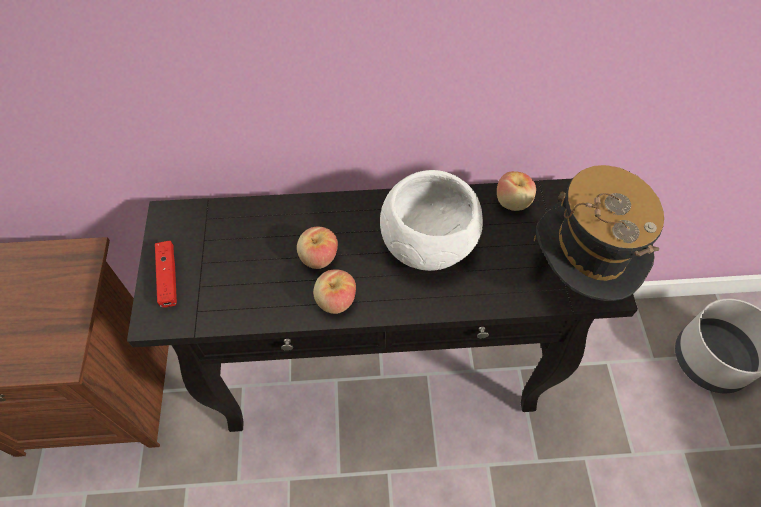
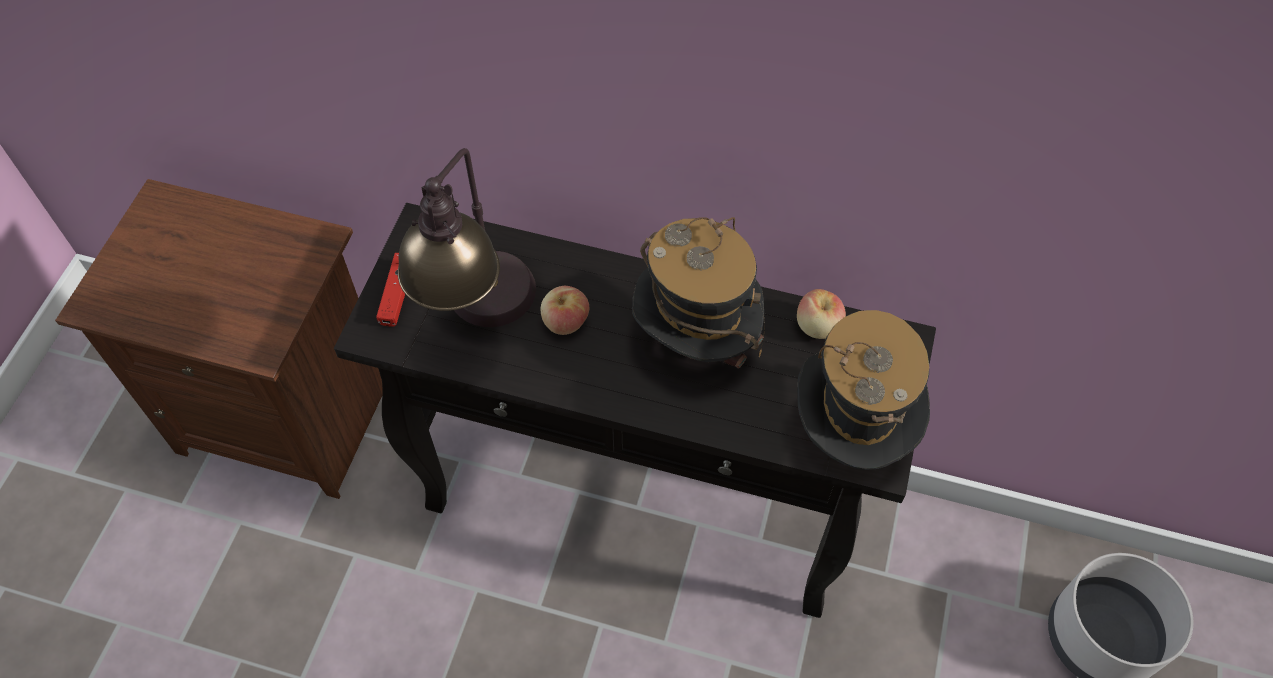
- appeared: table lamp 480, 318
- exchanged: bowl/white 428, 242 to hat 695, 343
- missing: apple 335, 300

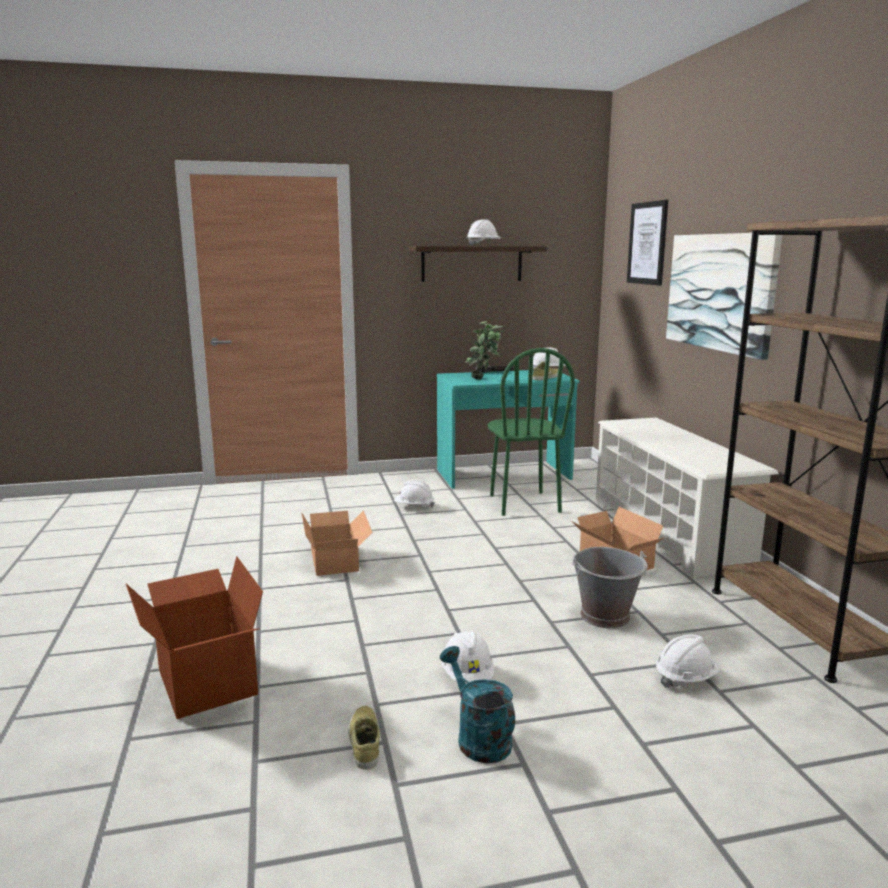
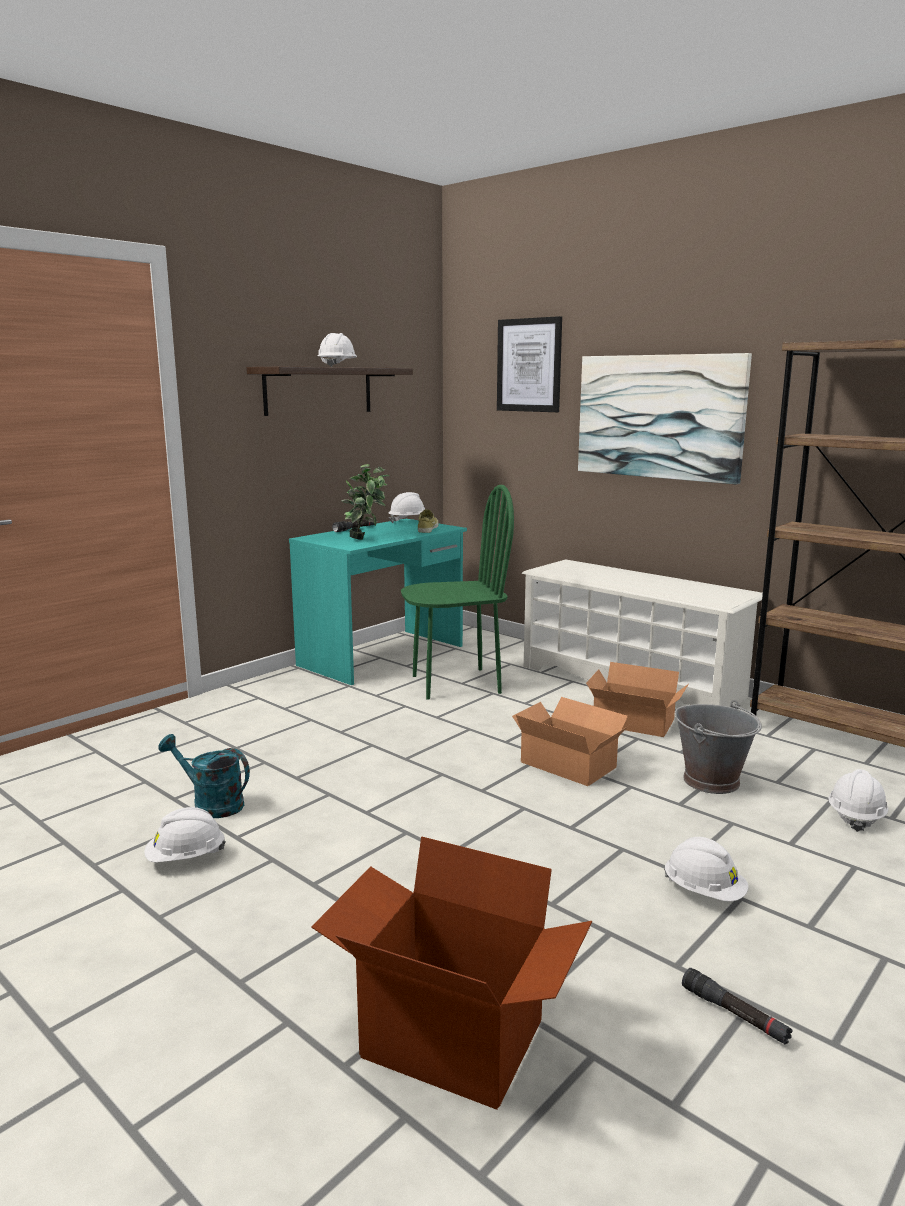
- relocated: hard hat/white 414, 507 to 186, 858
- relocated: watering can/turquoise 478, 737 to 211, 804
- spun: chair/green 523, 503 = 455, 684 60 degrees counterclockwise
- relocated: cardboard box 337, 559 to 568, 763
- exchanged: shoe/beige 363, 742 to flashlight/black 734, 1014

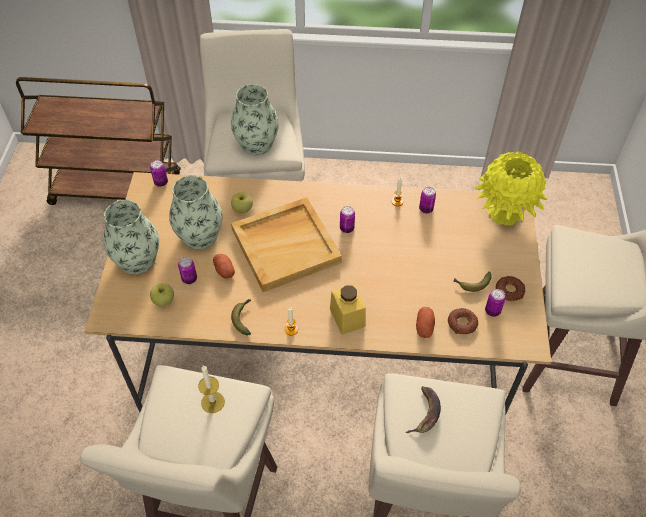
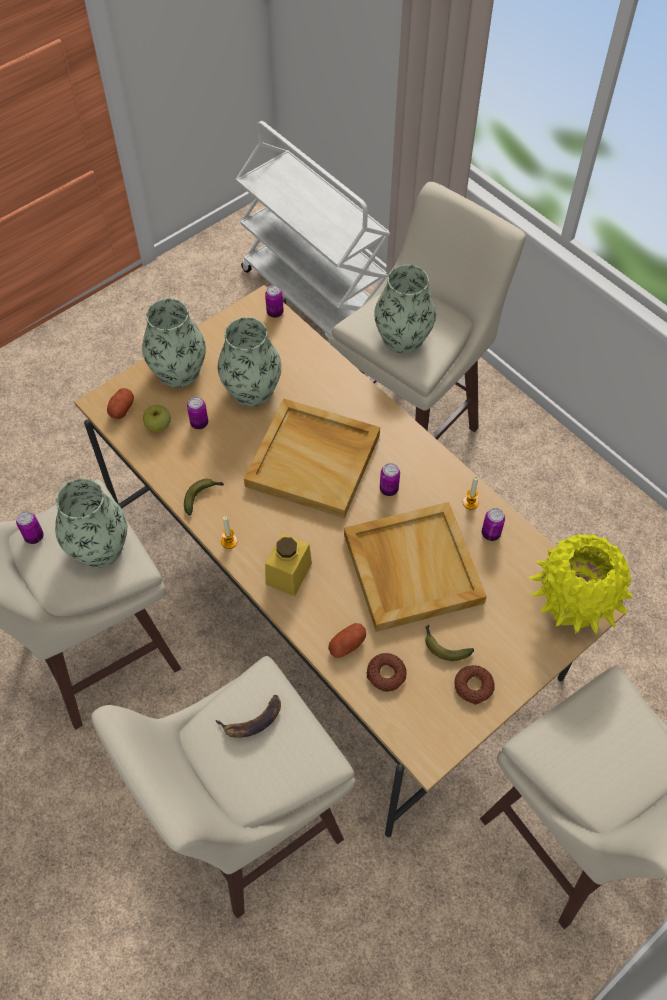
- relocated: can 492, 311 to 34, 537
- exchanged: candle 213, 402 to vase 99, 547
- relocated: potato 224, 270 to 121, 408
- colour: cart/brown 117, 189 to cart/white 314, 296
- appeared: tray/beige 411, 568
- missing: apple 242, 209

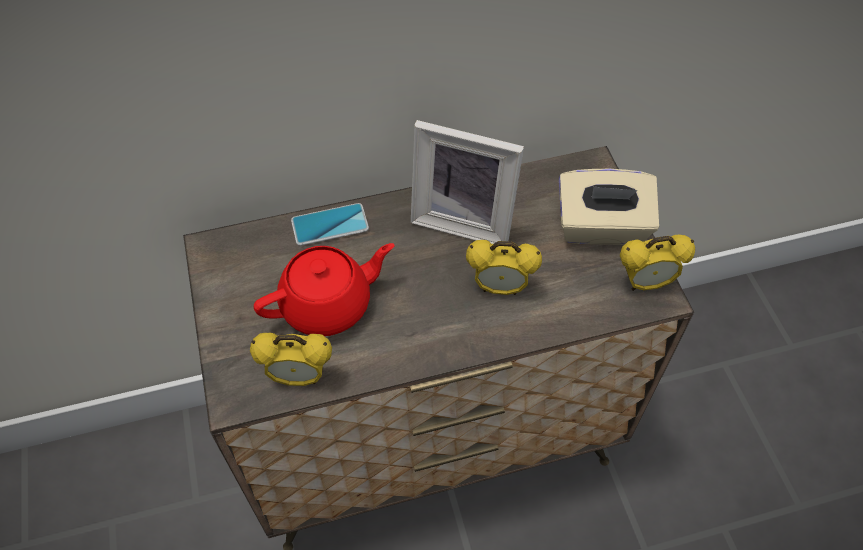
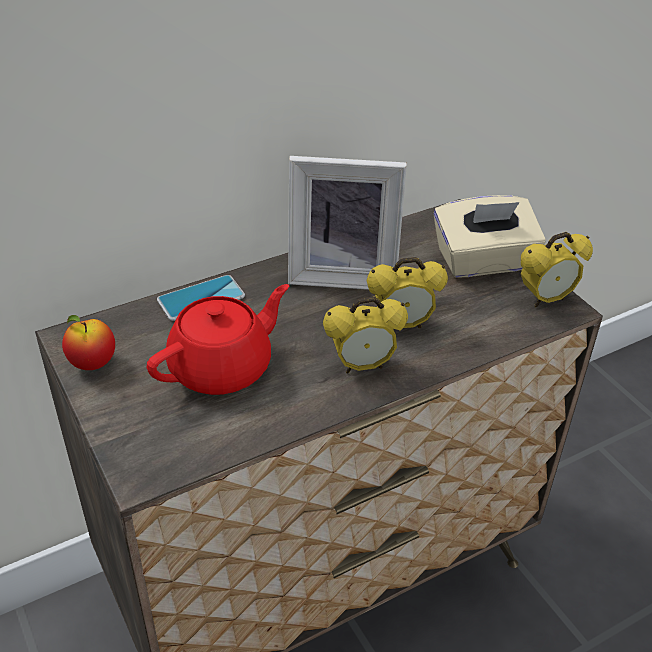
- appeared: apple 93, 363
- relocated: alarm clock 299, 377 to 362, 366

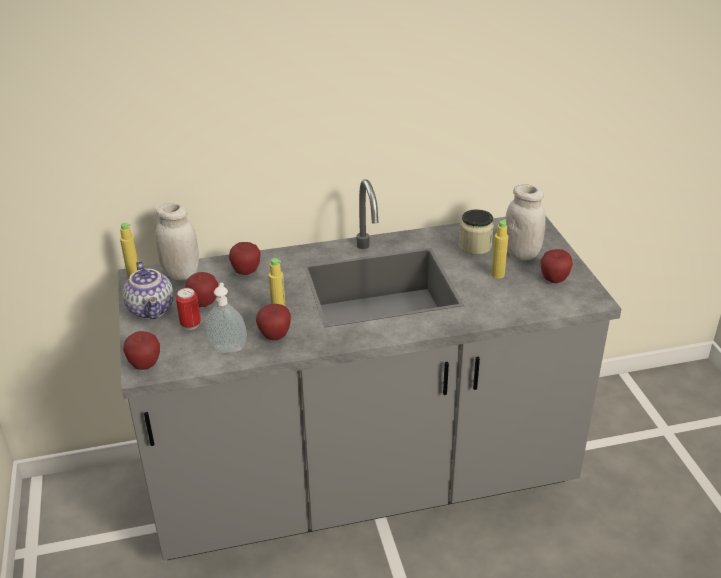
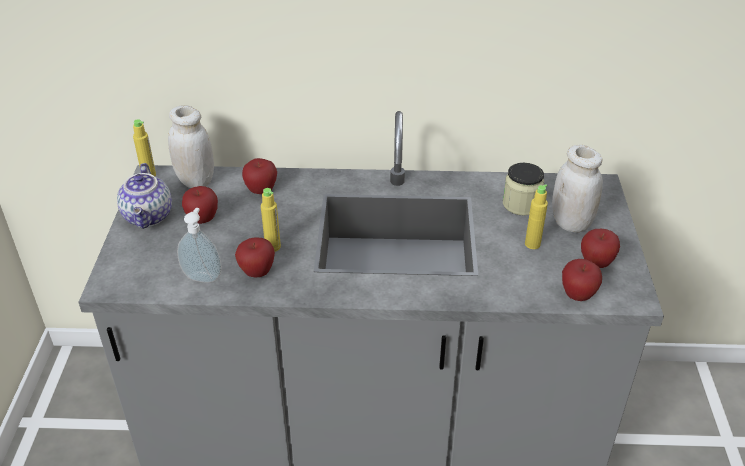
- relocated: apple 145, 365 to 577, 295
- missing: can 190, 324

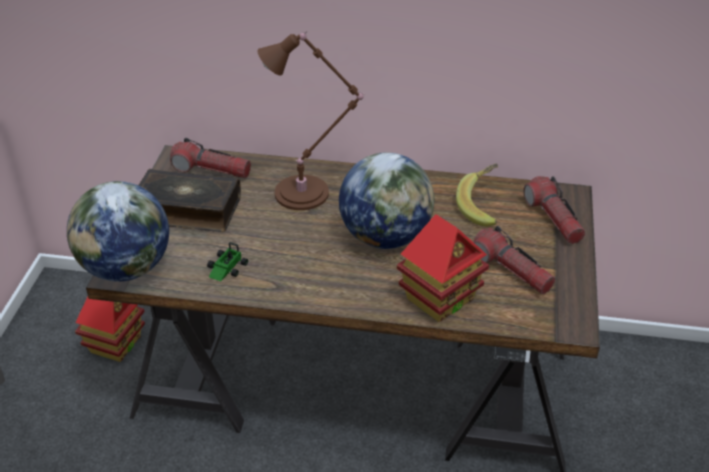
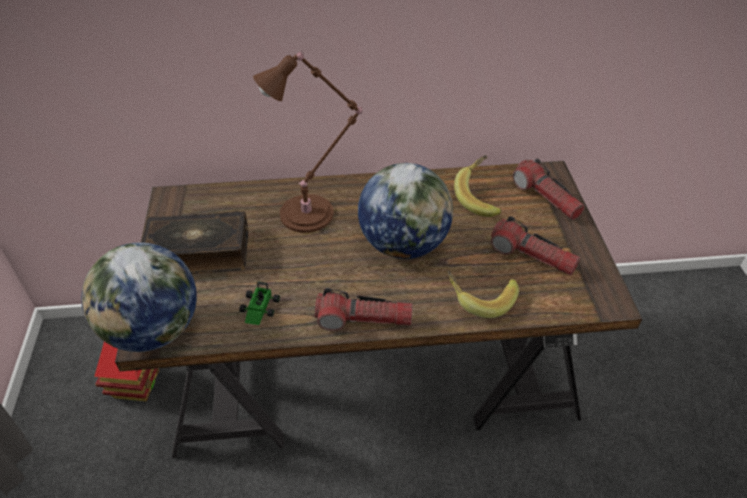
- relocated: flashlight 211, 170 to 363, 320
- exchanged: toy house 440, 298 to banana 479, 299

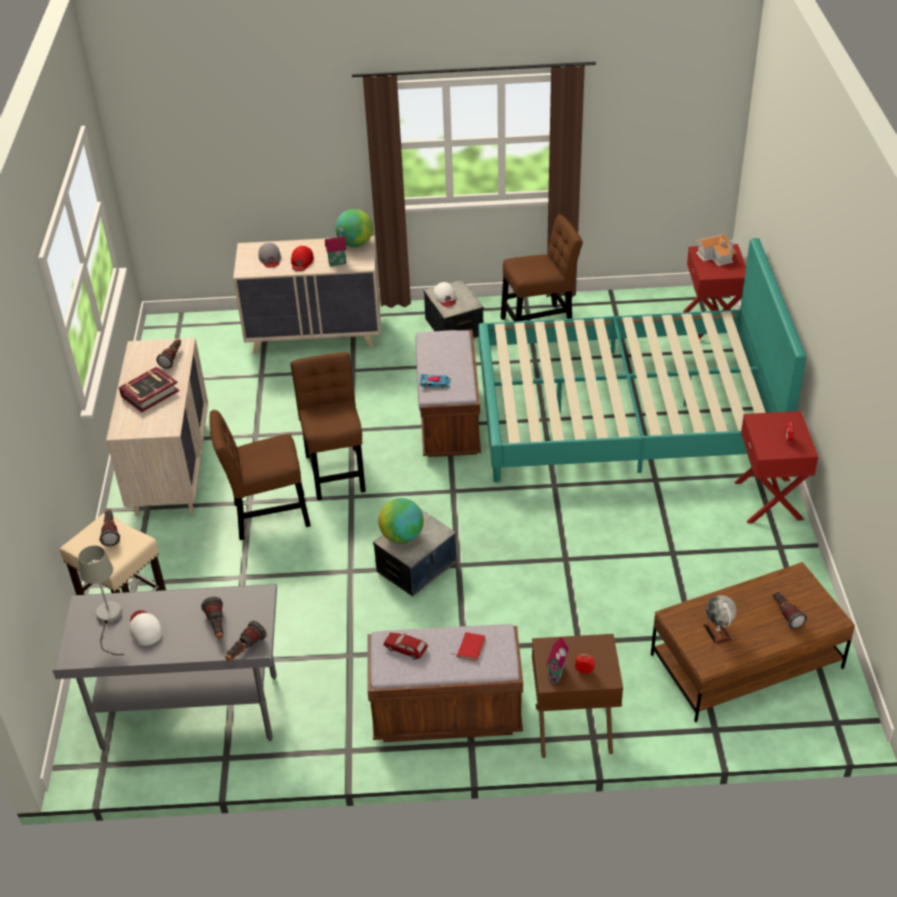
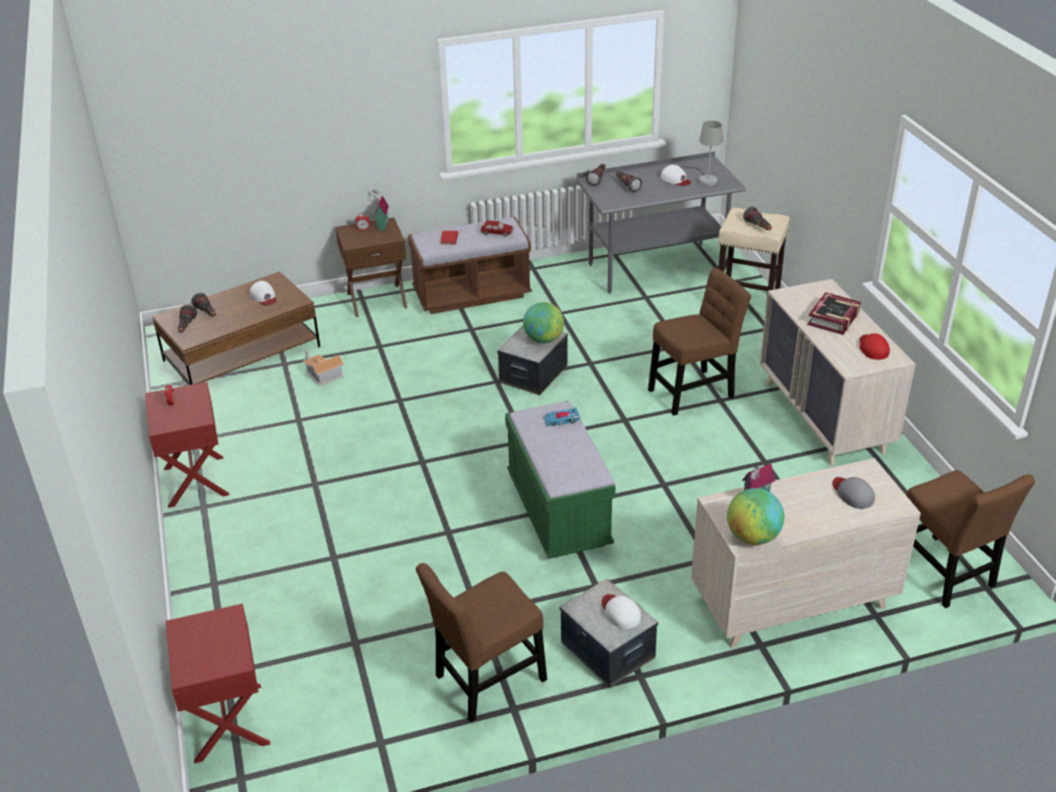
- relocated: flashlight 173, 358 to 186, 328
- exchanged: globe 717, 632 to cap/white 264, 296
- relocated: toy house 716, 256 to 323, 375
- colour: bench/brown 449, 421 to bench/green 558, 512
- relocated: cap/red 301, 261 to 873, 348
- relocated: chair/brown 335, 470 to 945, 574
- missing: bed/turquoise 625, 412

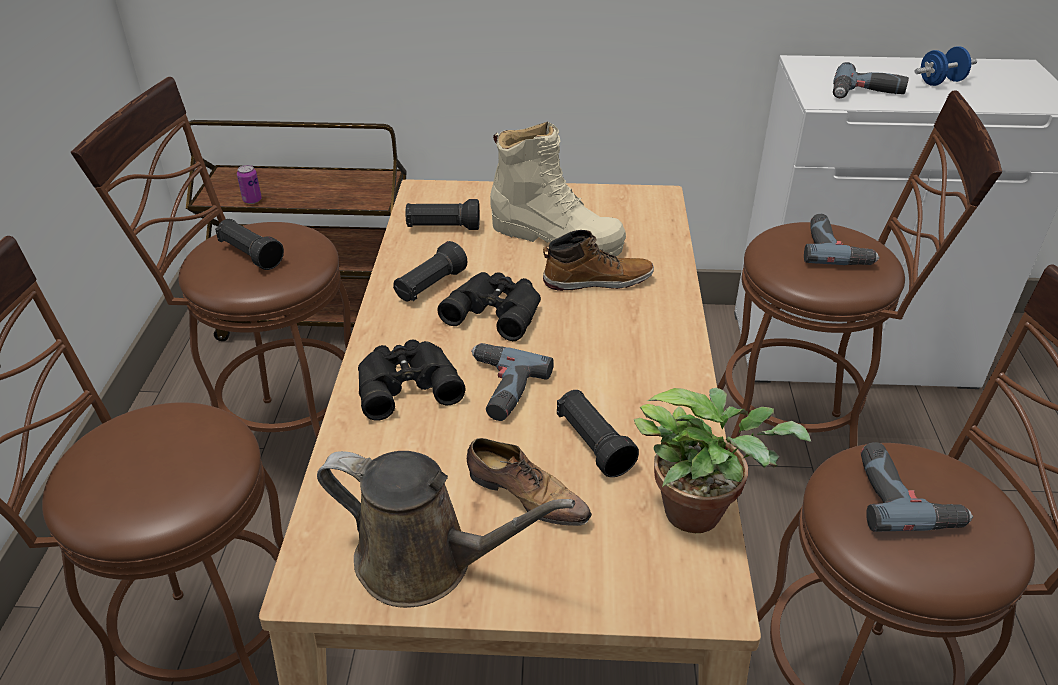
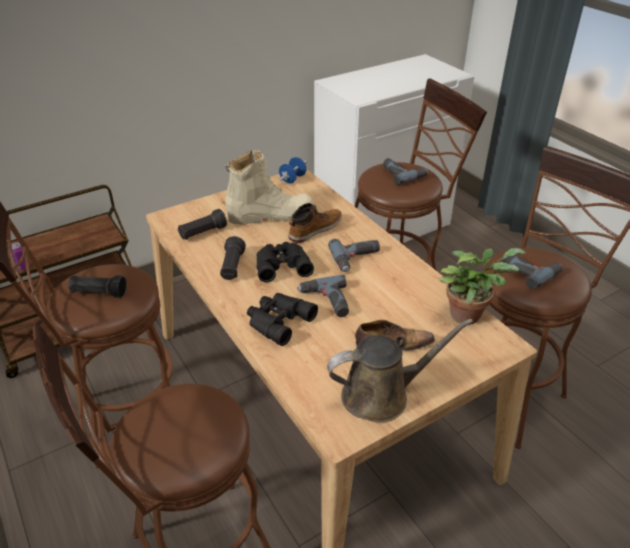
- relocated: dumbbell/blue 940, 82 to 292, 179
- relocated: power drill 867, 94 to 357, 259
- missing: flashlight/black 593, 444

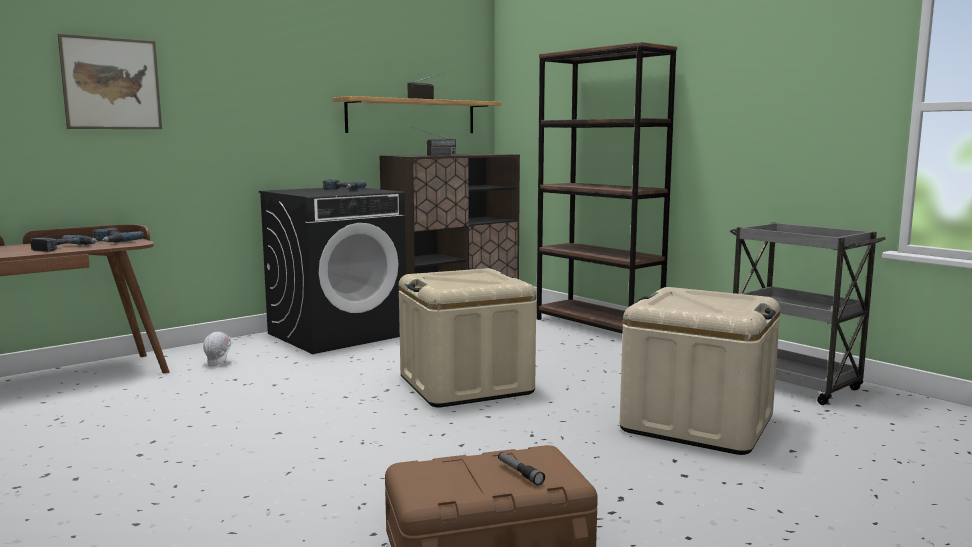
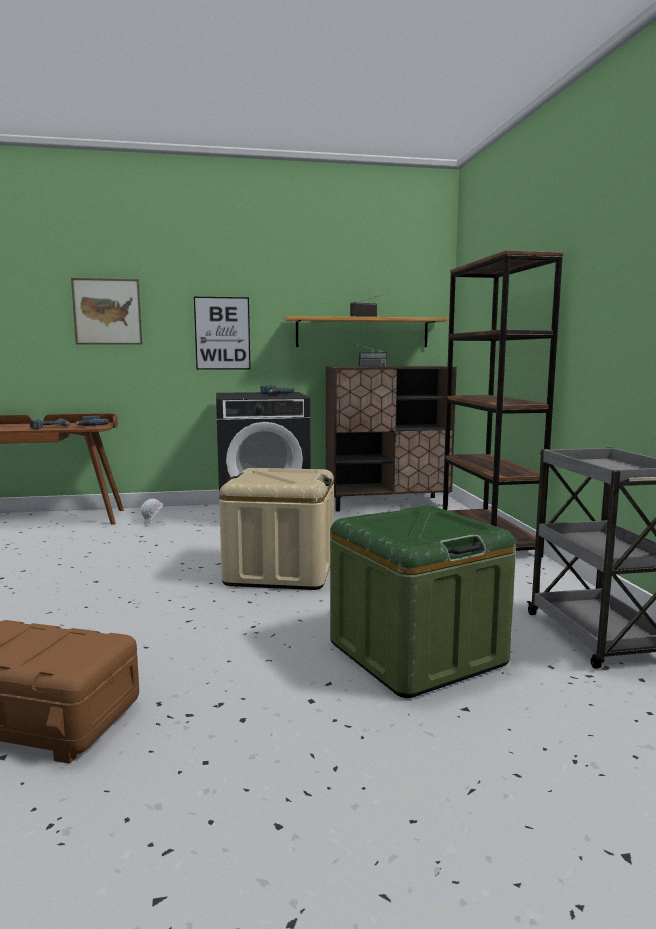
- appeared: picture 222, 333
- colour: storage box/beige 697, 423 to storage box/green 416, 653
- missing: flashlight 519, 473

